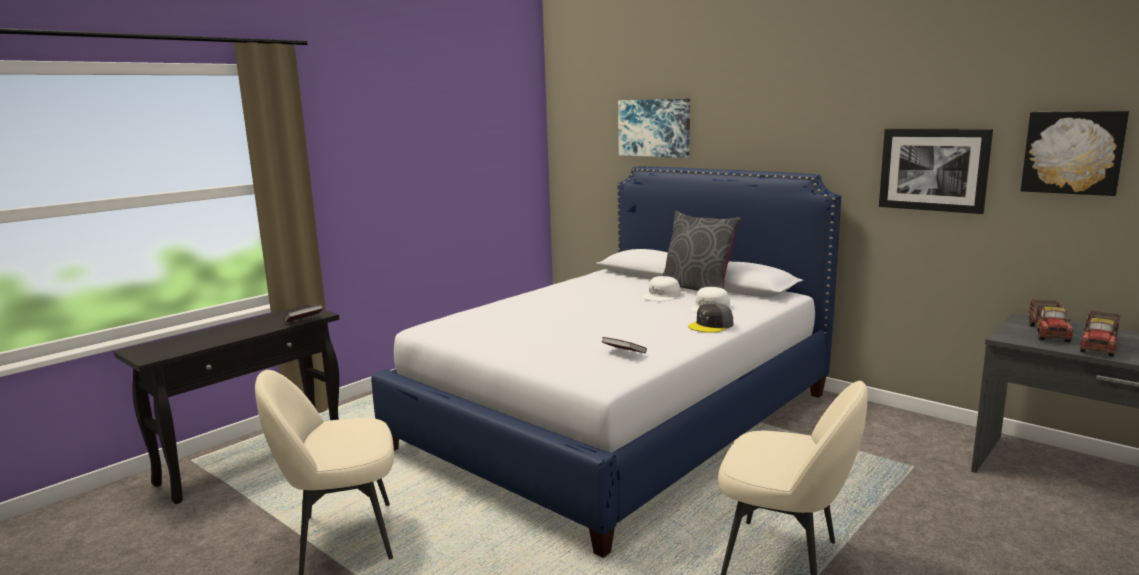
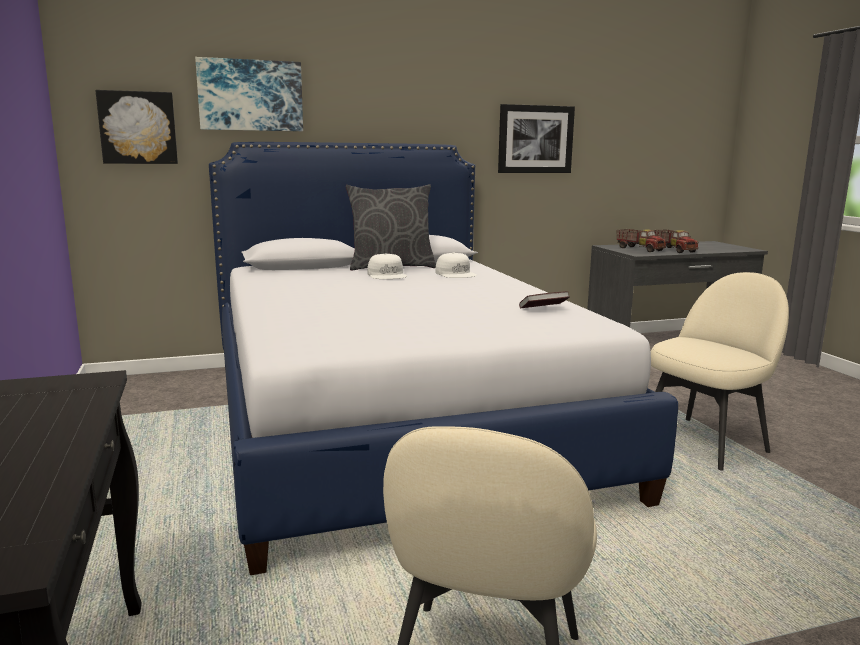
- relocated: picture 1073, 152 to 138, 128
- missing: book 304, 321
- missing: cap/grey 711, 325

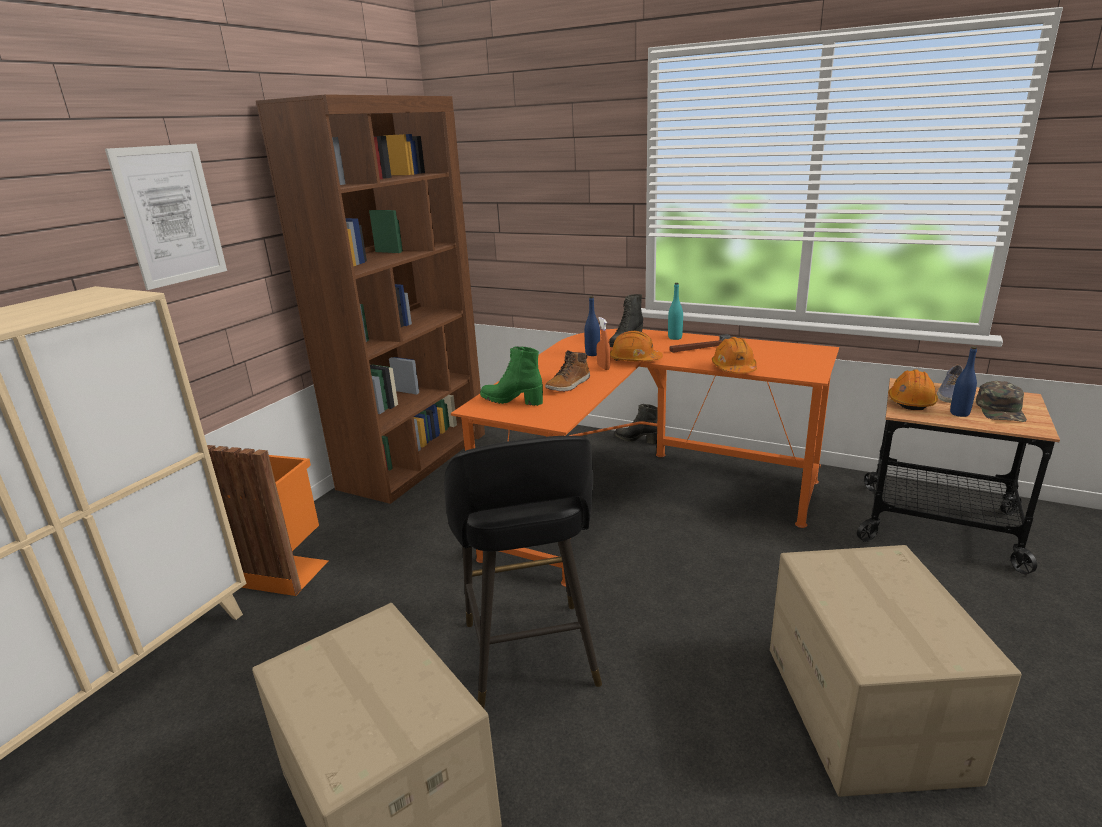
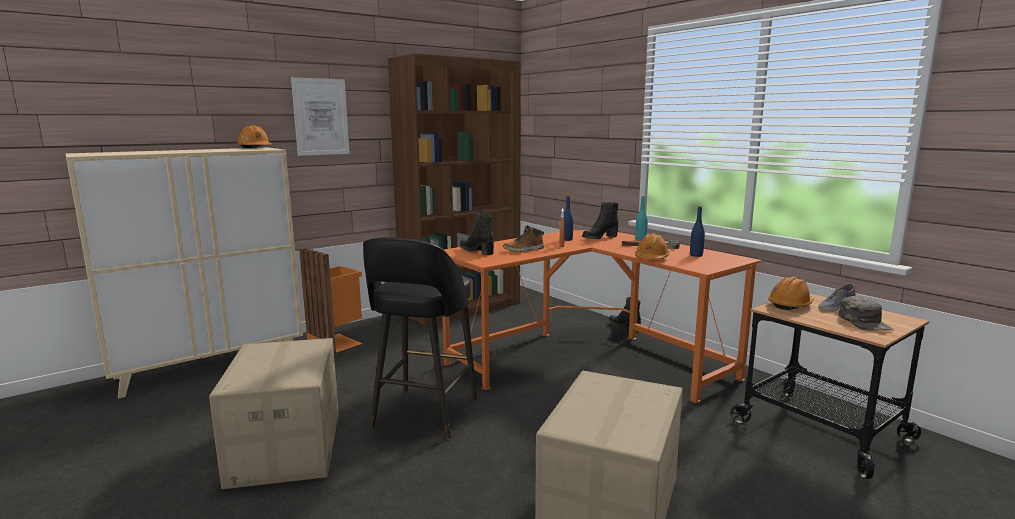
- relocated: hard hat/orange 634, 360 to 255, 148
- colour: boot/green 512, 401 to boot/black 477, 251
- relocated: bottle/blue 959, 413 to 696, 255
- spun: cap/green 1001, 410 = 865, 322 45 degrees counterclockwise

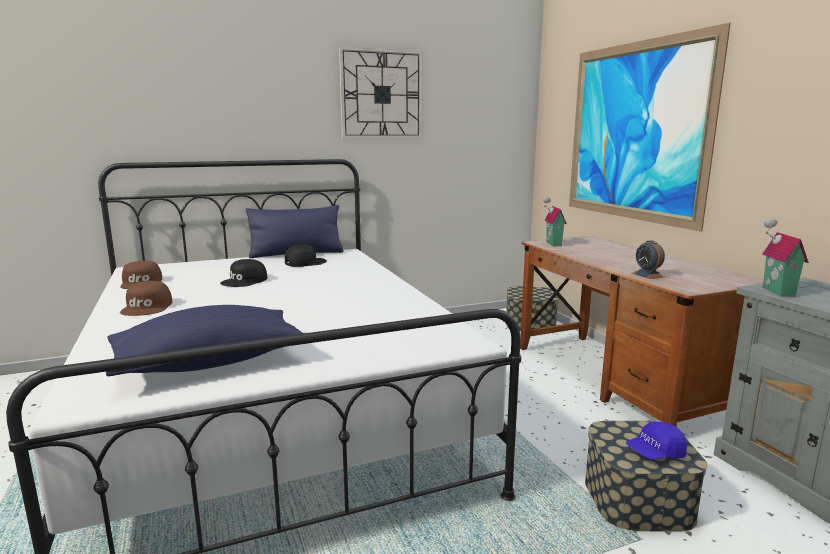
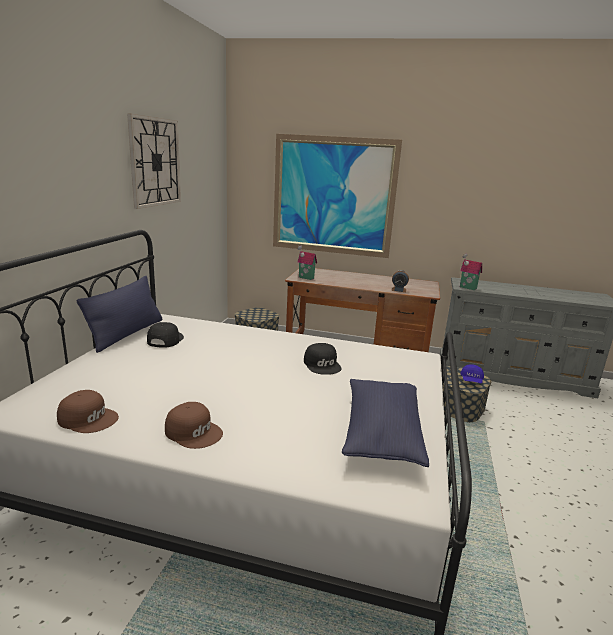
- relocated: cap/black 245, 281 to 322, 364

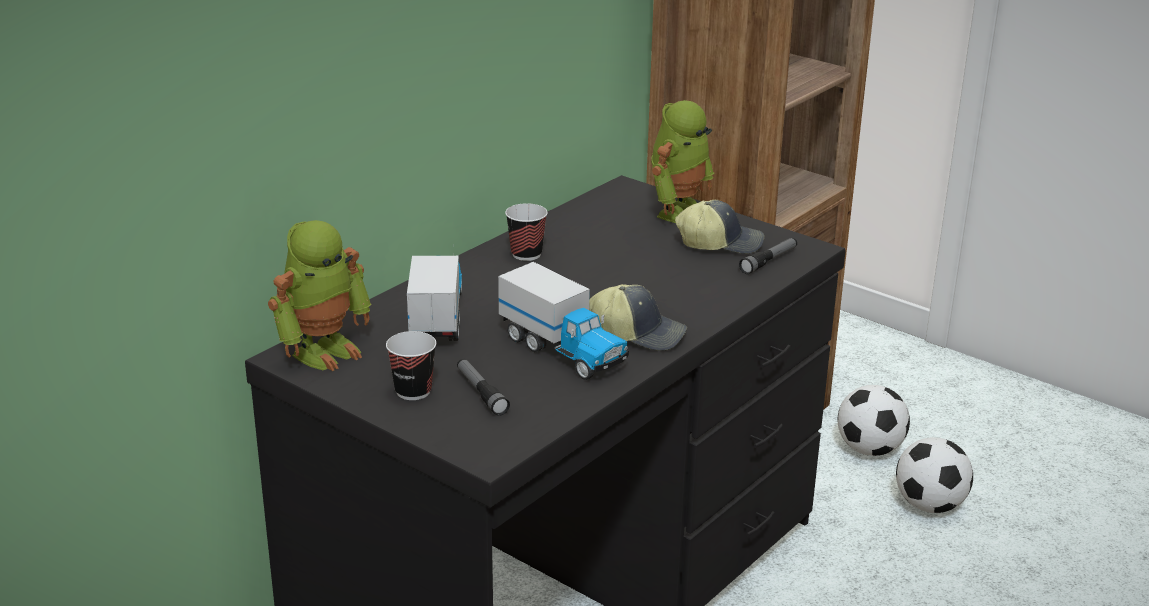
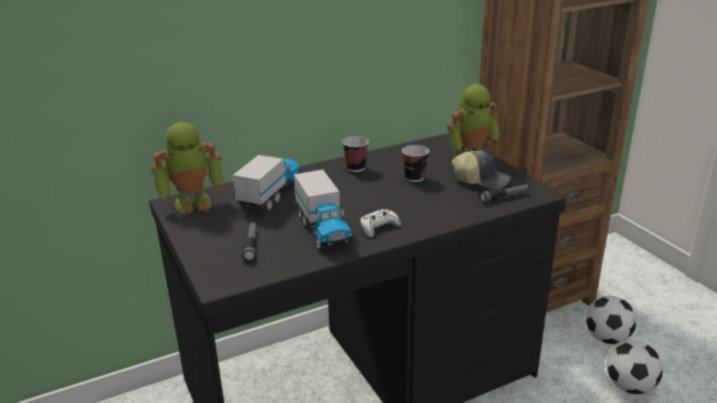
- exchanged: cap 638, 333 to game controller/white 379, 227
- relocated: cup 413, 391 to 414, 178

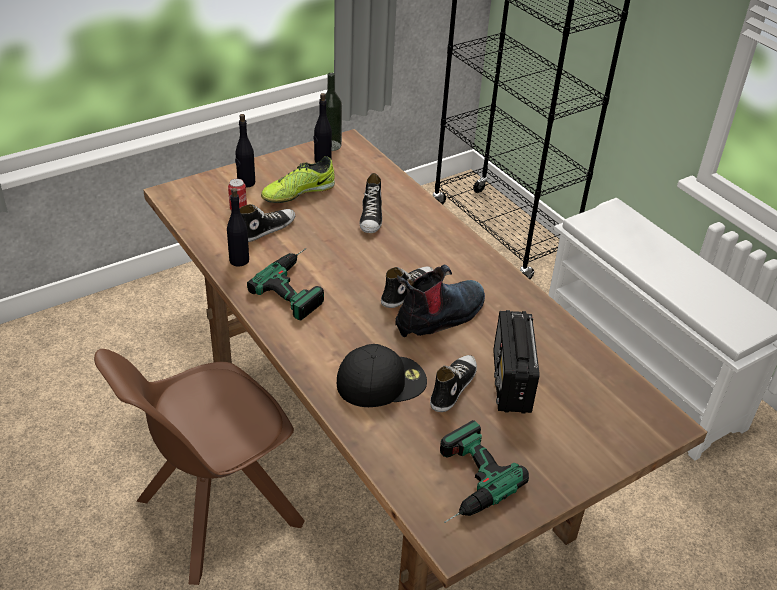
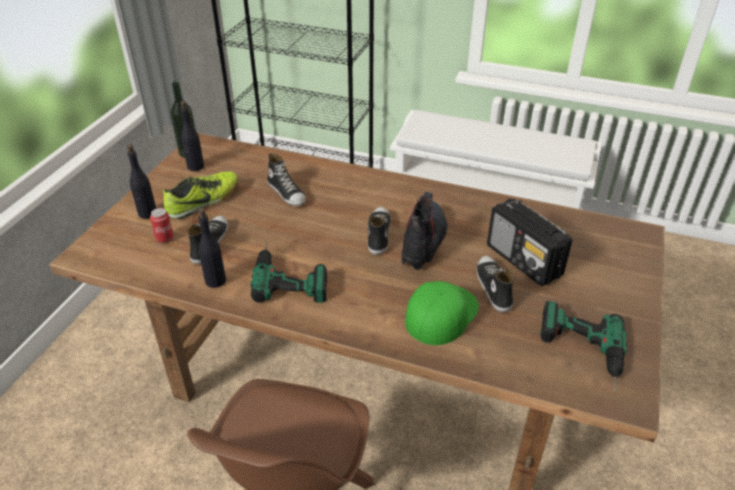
- spun: shoe 298, 193 = 204, 201 150 degrees counterclockwise
- colour: cap/black 382, 381 to cap/green 441, 313

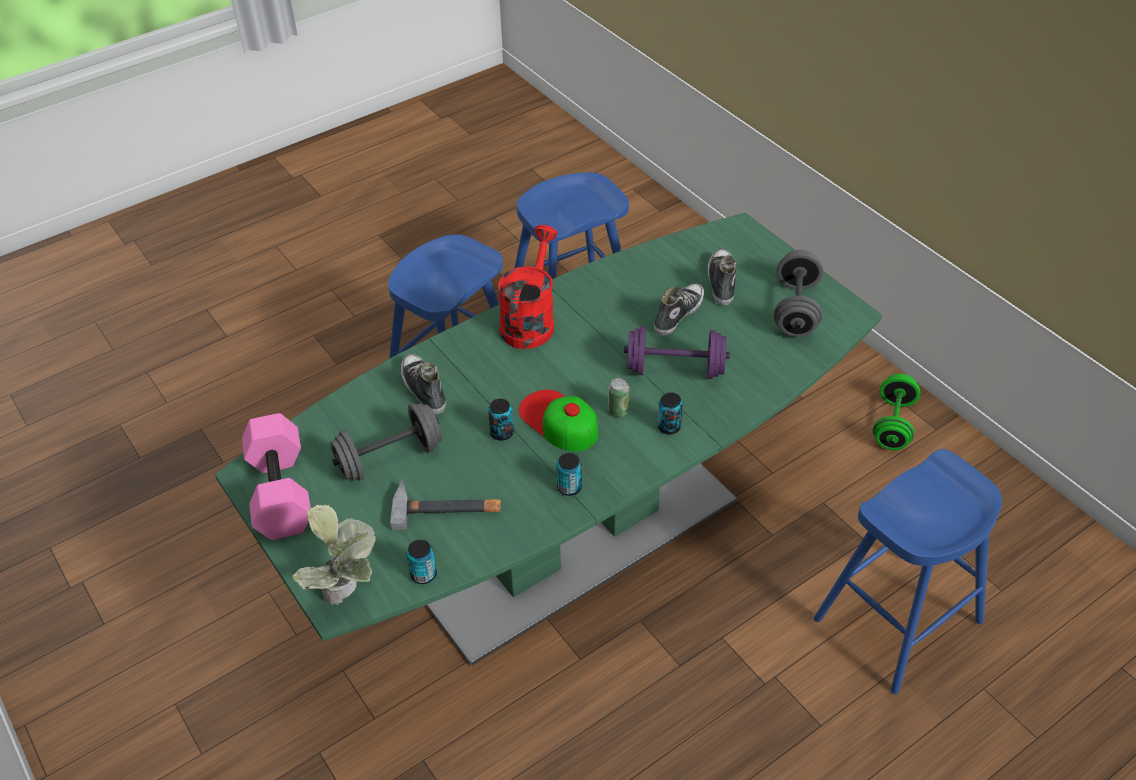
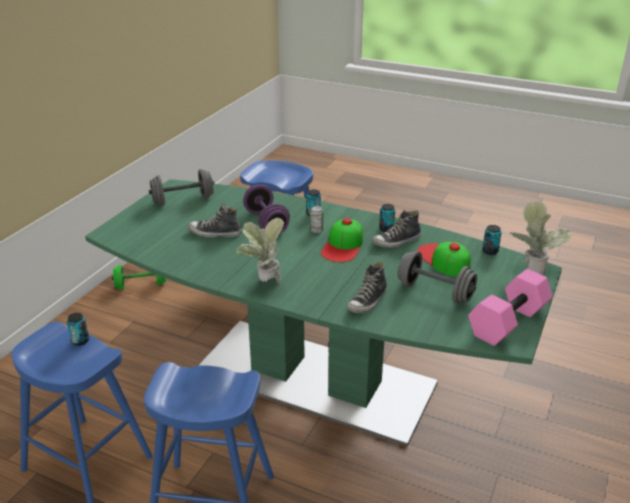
- relocated: can 502, 433 to 80, 341
- exchanged: watering can/red 530, 320 to potted plant 264, 283
- relocated: shoe 721, 282 to 396, 241
- exchanged: hammer 447, 507 to cap 443, 259

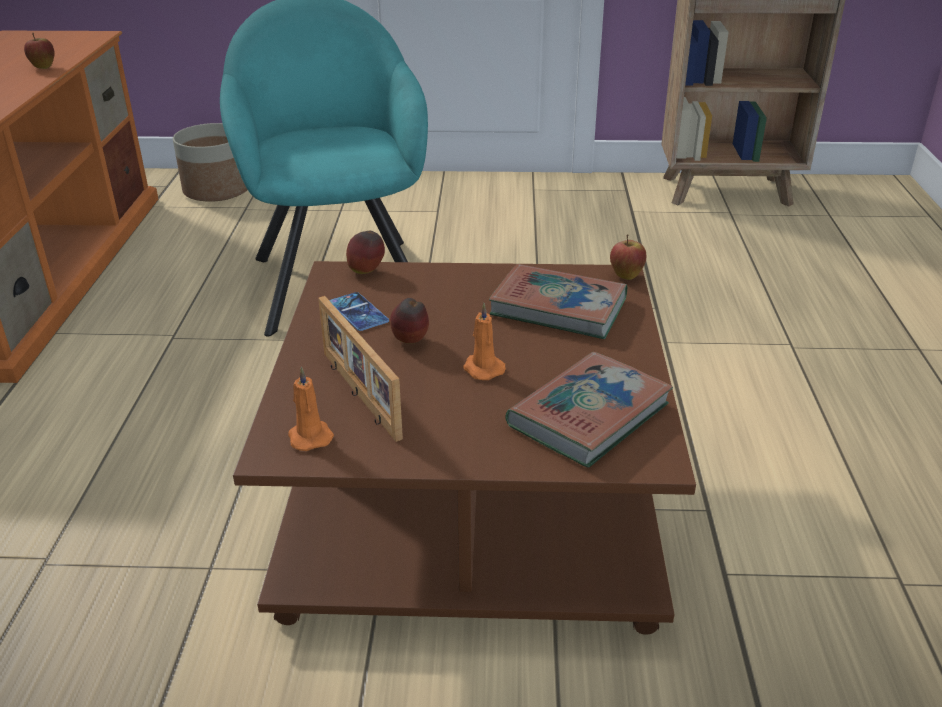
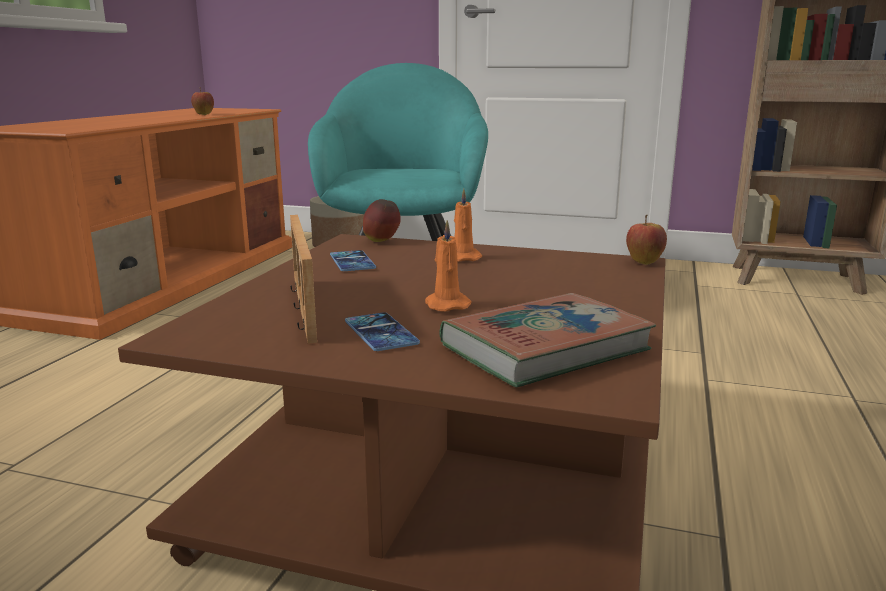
- appeared: phone 380, 332
- relocated: candle/orange 309, 436 to 462, 257
- missing: apple 410, 342
- missing: book 558, 308

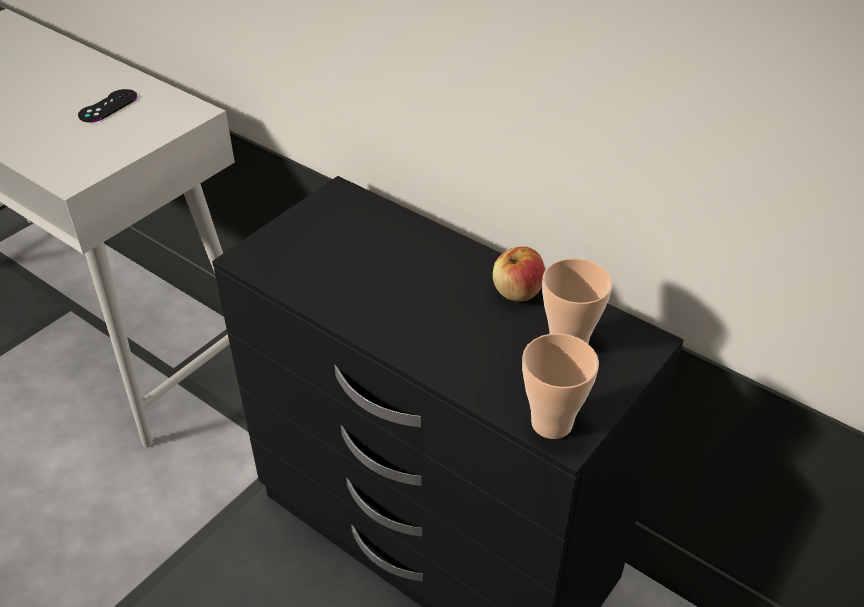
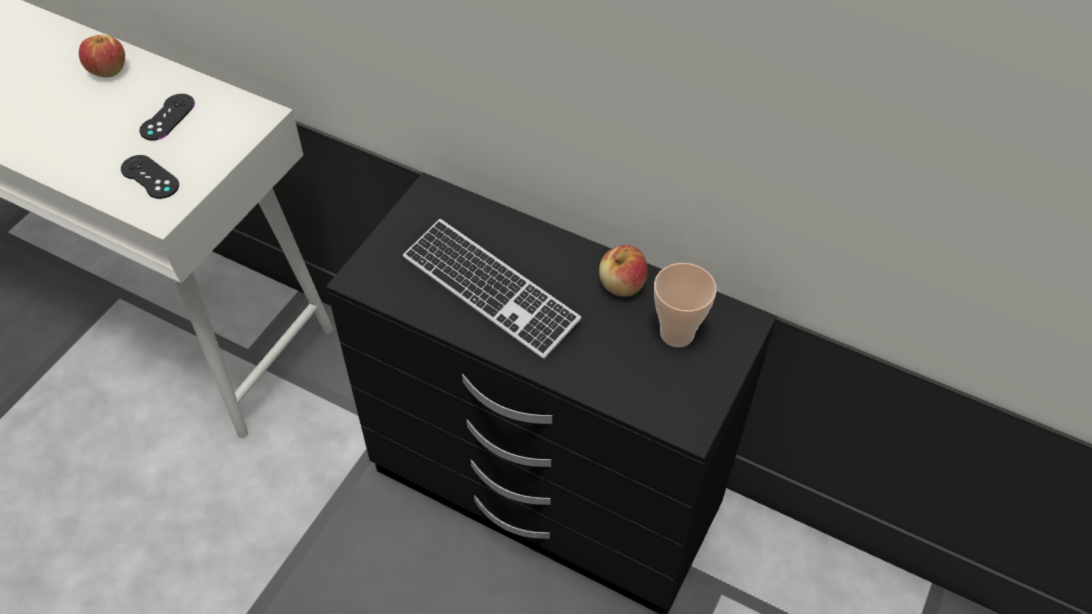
- appeared: apple 108, 70
- appeared: game controller/black 150, 177
- appeared: keyboard 489, 290
- missing: cup 551, 423

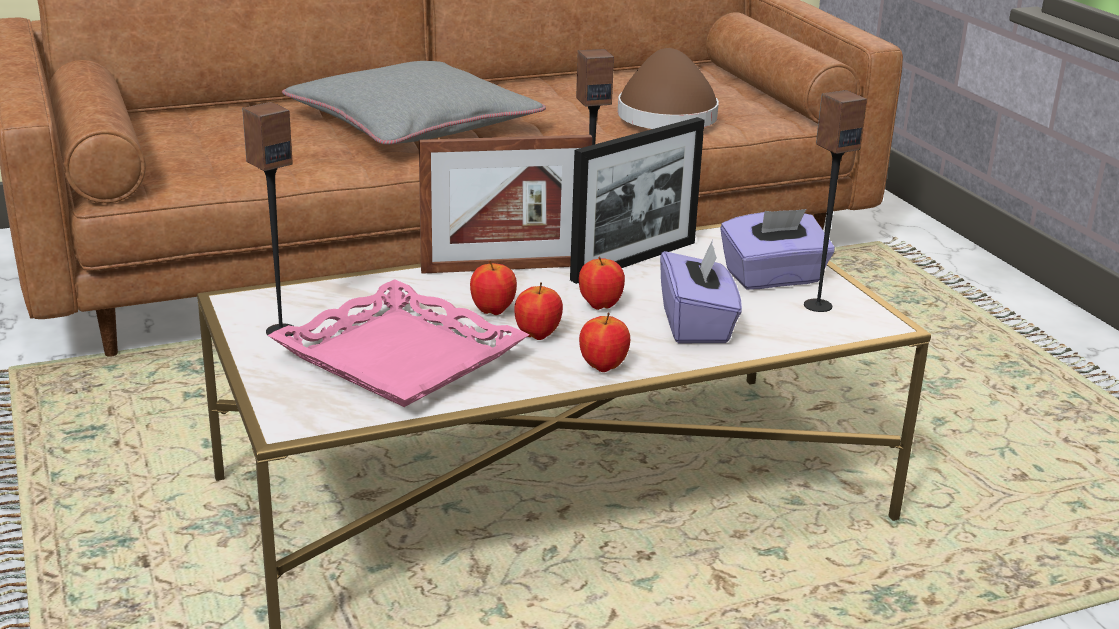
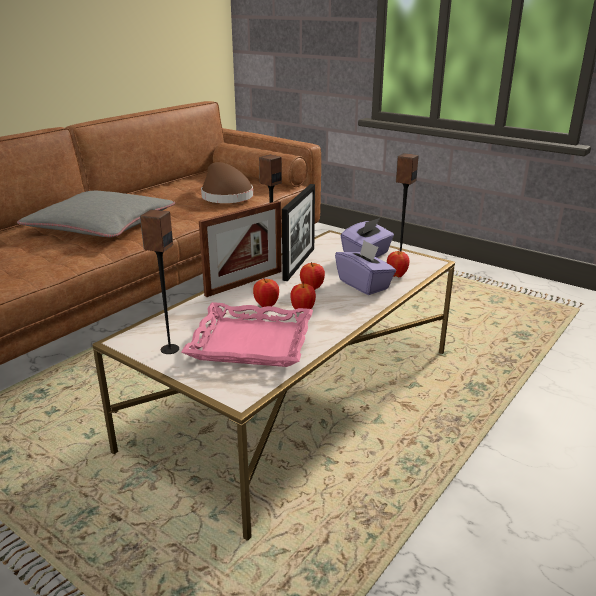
- relocated: apple 603, 367 to 396, 275

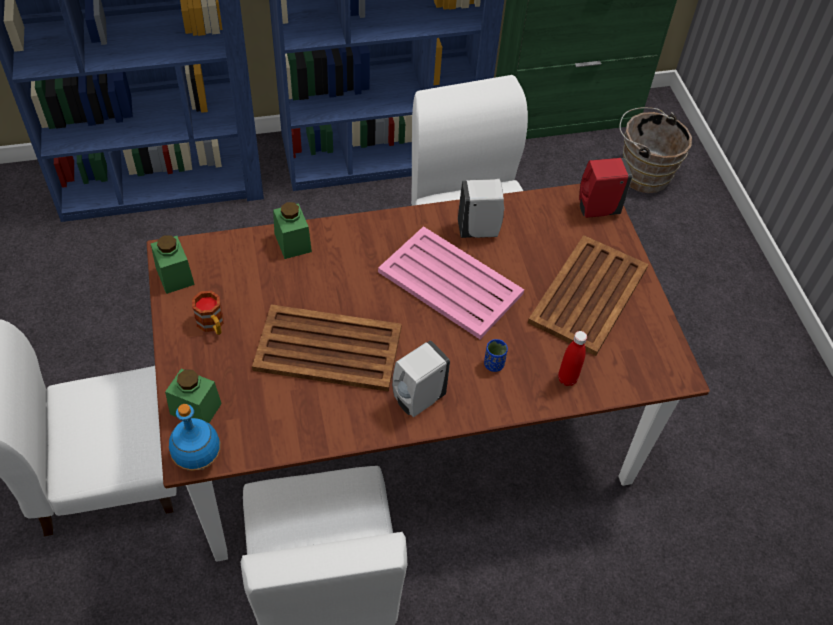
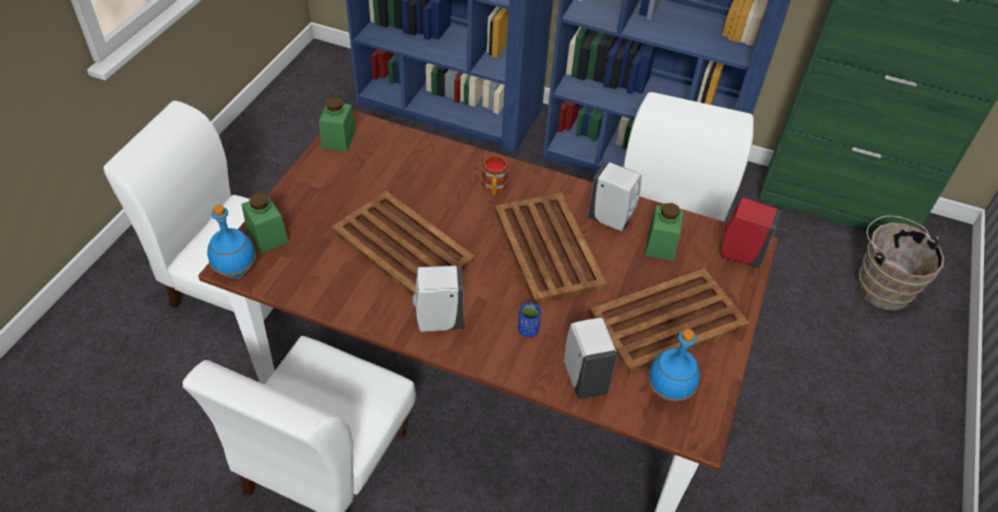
- relocated: mug 212, 325 to 494, 188
- colour: tray/pink 449, 282 to tray/brown 548, 246
- exchanged: bottle/red 567, 379 to soap dispenser/white 584, 377
- relocated: jar/green 293, 242 to 661, 245
- appeared: bottle/blue 669, 392

